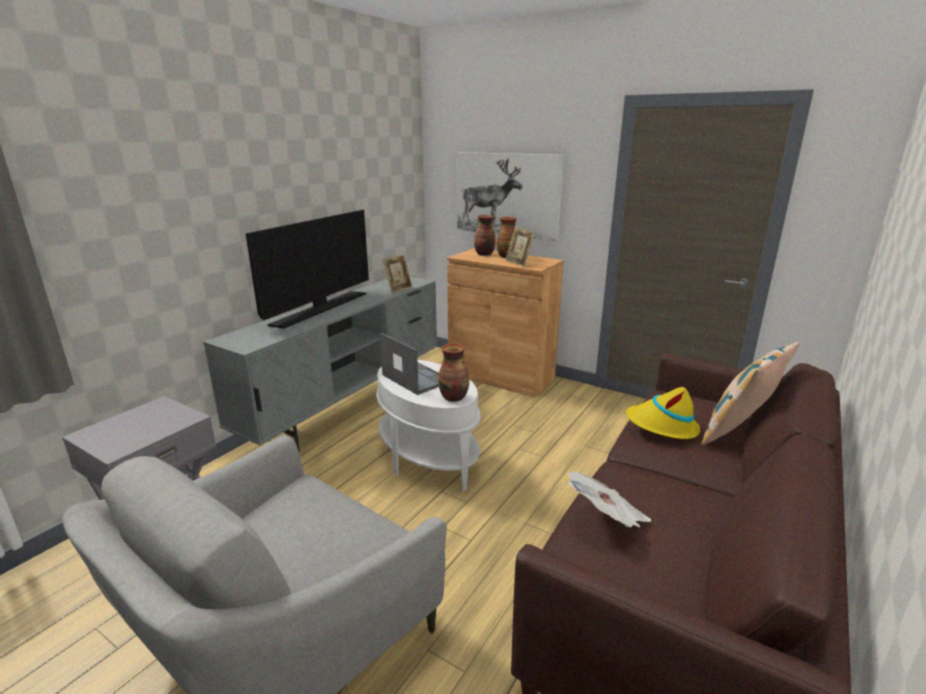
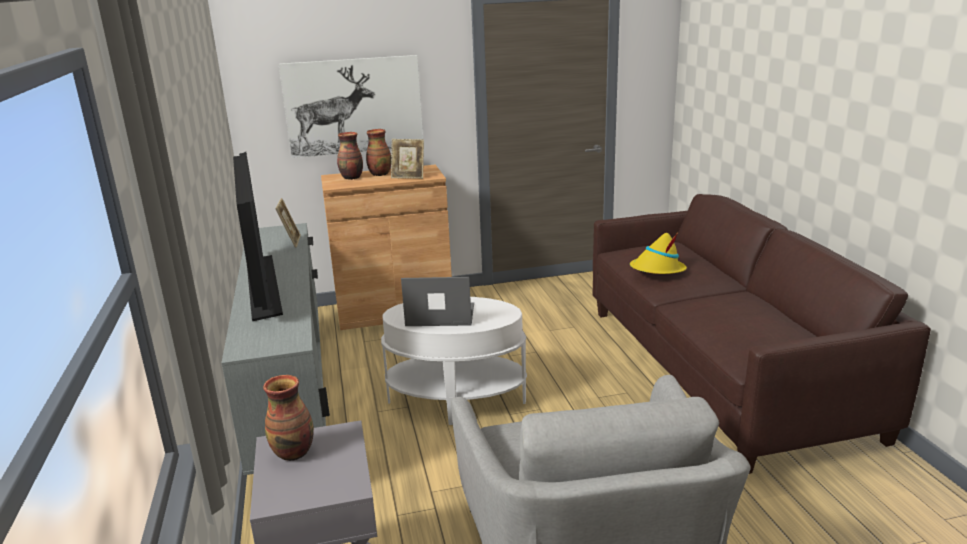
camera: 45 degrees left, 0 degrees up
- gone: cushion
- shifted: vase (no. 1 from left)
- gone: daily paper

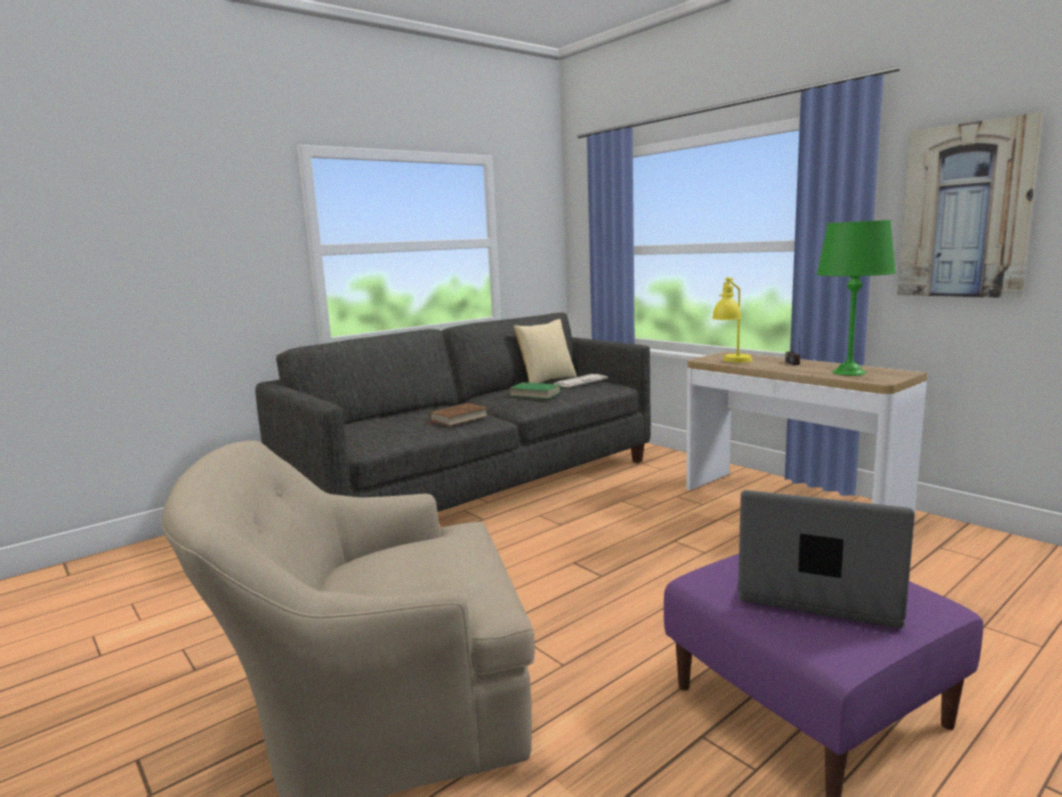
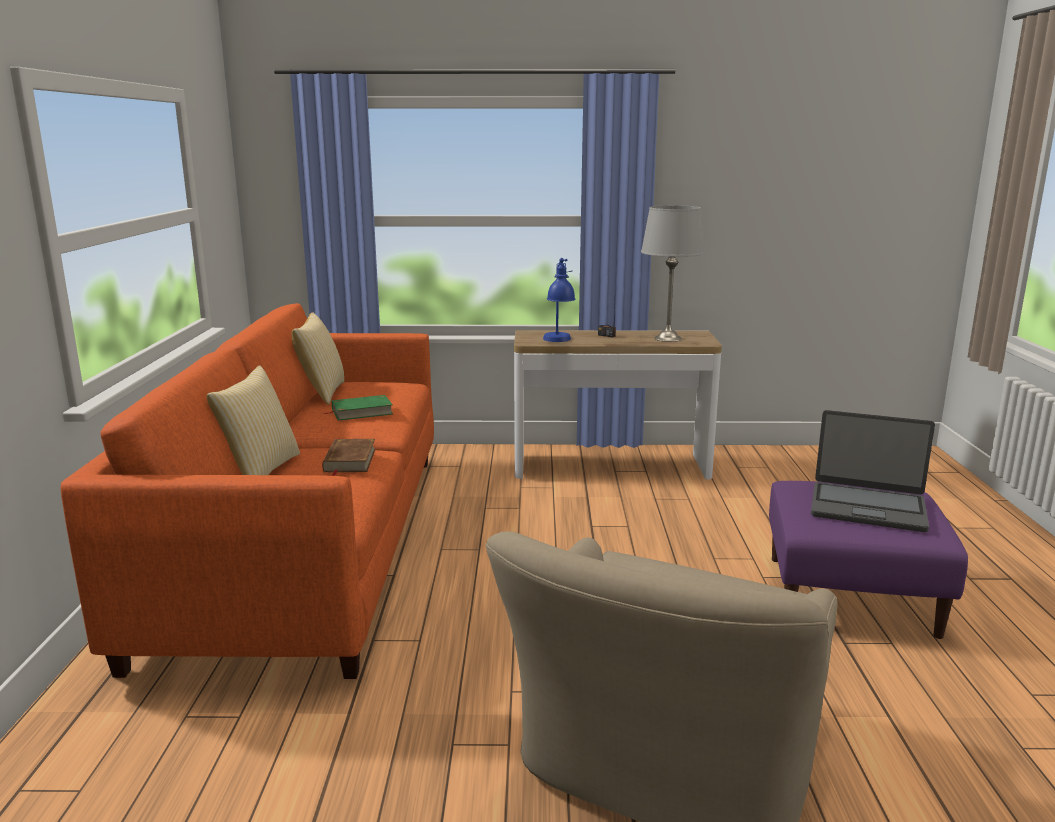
camera: 50 degrees left, 5 degrees up
- gone: picture
- repainted: lamp for a table in green to lamp for a table in gray
- repainted: lamp for a table in yellow-coloured to lamp for a table in blue-coloured
- repainted: settee in gray to settee in orangey
- gone: daily paper
- rotated: laptop 135 degrees counterclockwise
- new: cushion (no. 1 from left)

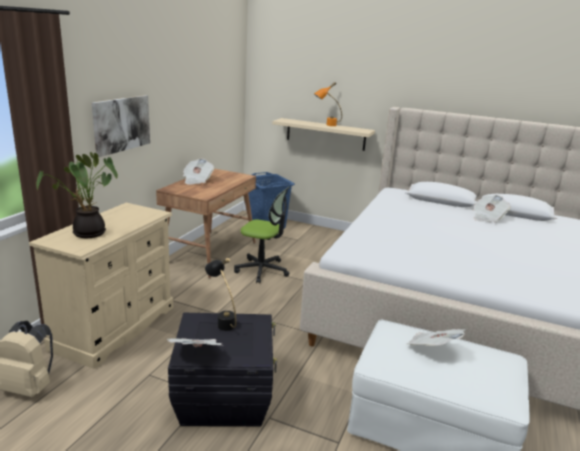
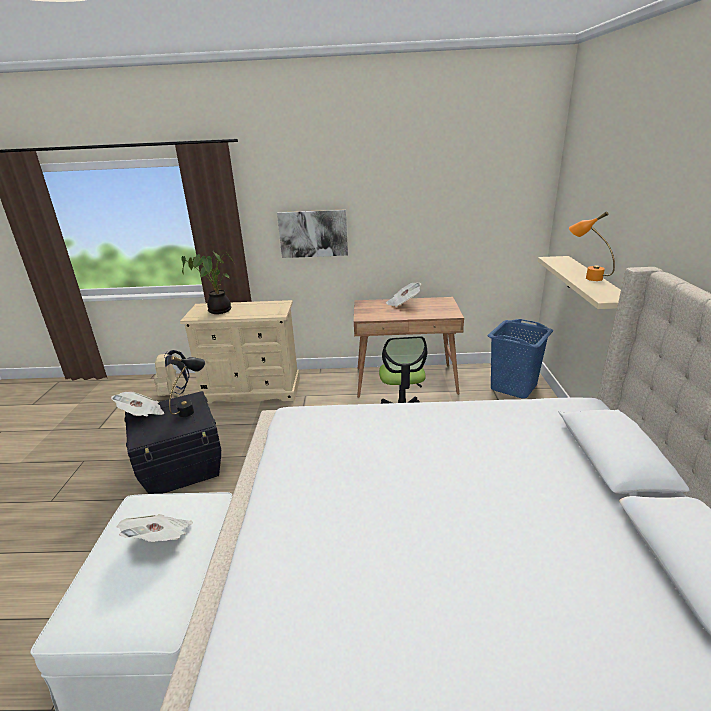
camera: 70 degrees right, 5 degrees up
- gone: daily paper (no. 4 from left)

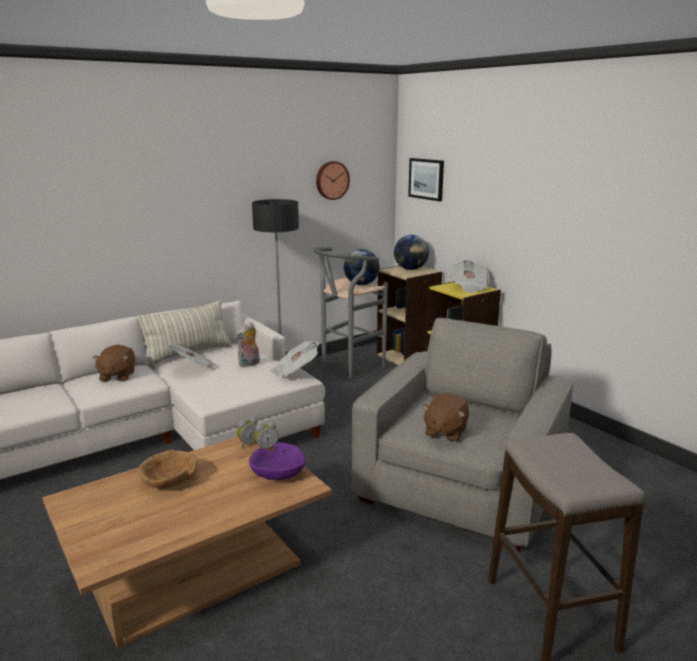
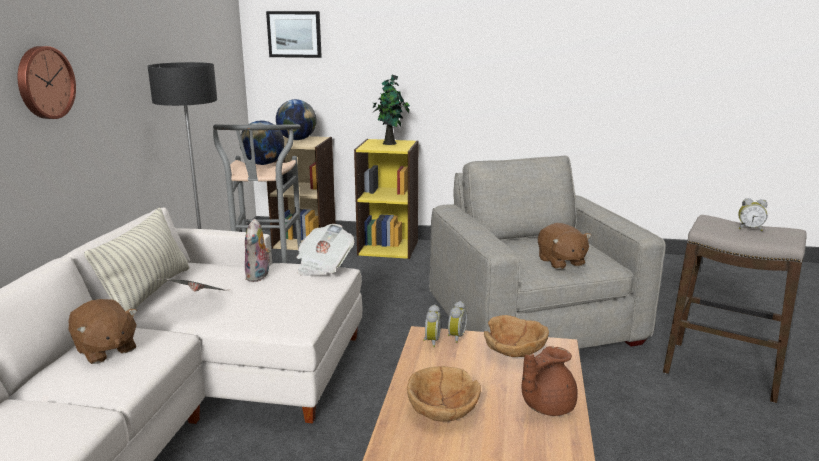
camera: 45 degrees left, 0 degrees up
- shifted: clock on the wall
- swapped: daily paper (no. 3 from left) to houseplant
- repainted: serving bowl in purple-coloured to serving bowl in brown (no. 2 from left)
- new: bedside clock (no. 3 from left)
- new: teapot in brown

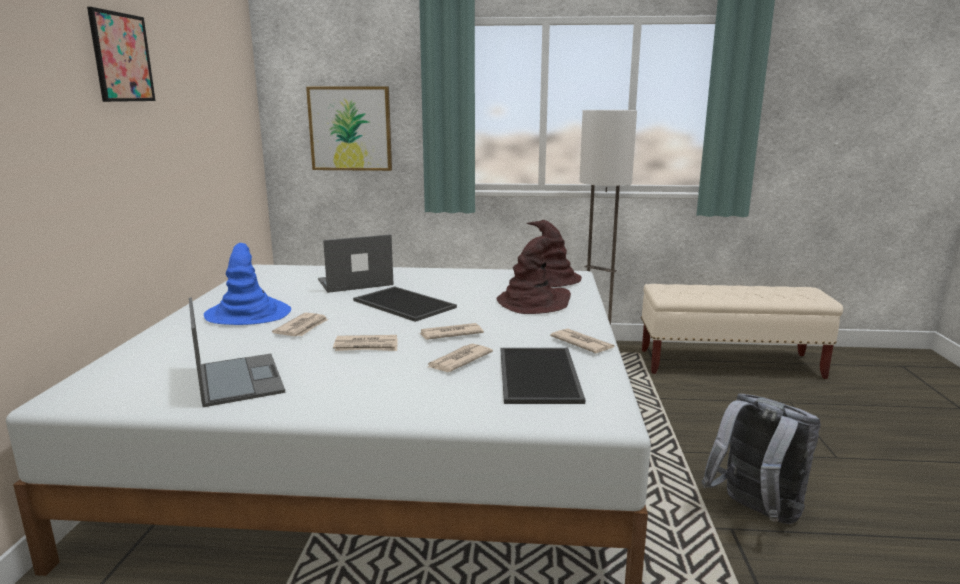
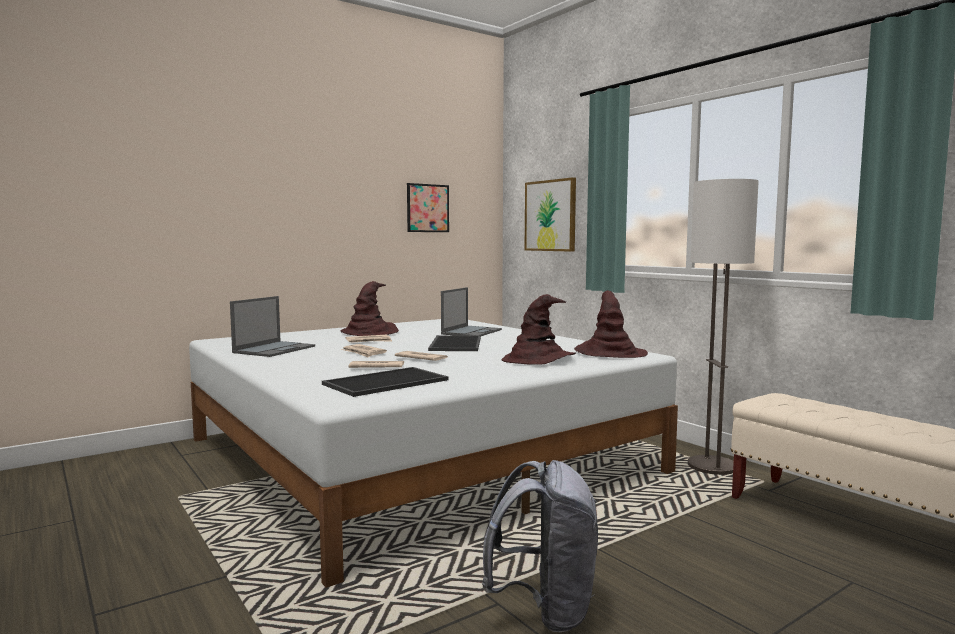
camera: 50 degrees right, 10 degrees down
- shifted: picture (no. 1 from left)
- rotated: laptop (no. 2 from left) 90 degrees clockwise
- repainted: clothing hat in blue-coloured to clothing hat in brown (no. 1 from left)
- gone: daily paper (no. 5 from left)

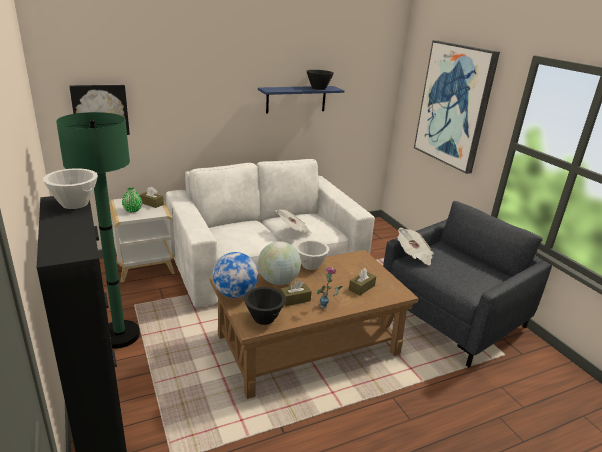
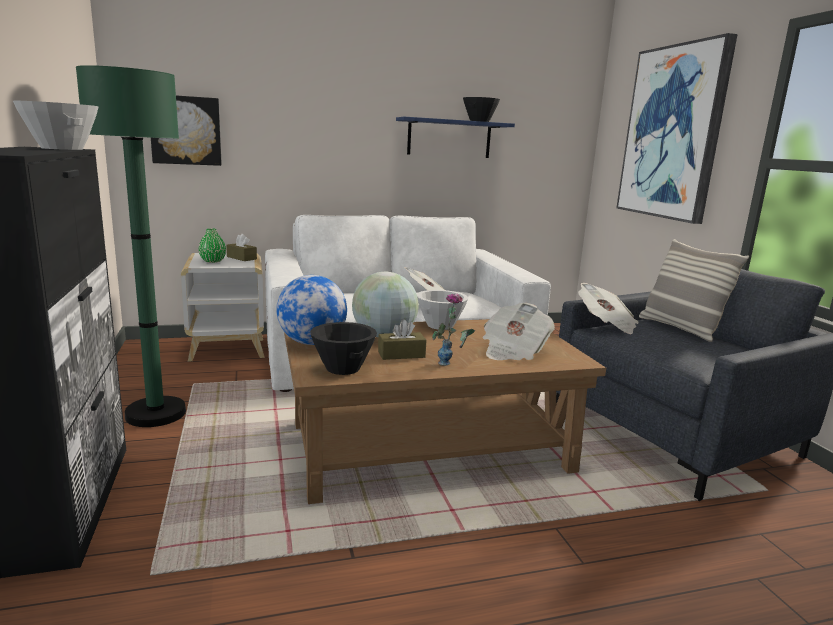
camera: 10 degrees right, 10 degrees down
- swapped: box of tissues in brown (no. 3 from left) to daily paper (no. 2 from left)
- new: cushion

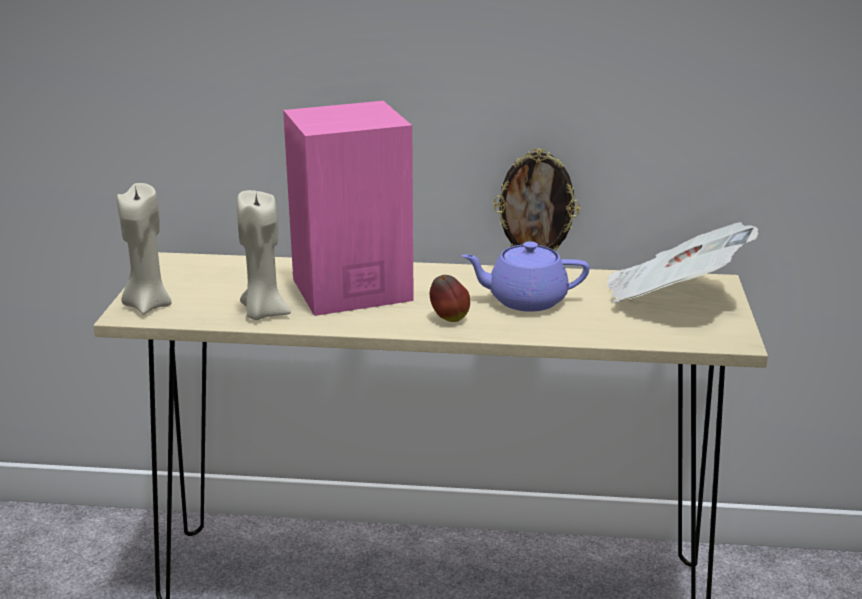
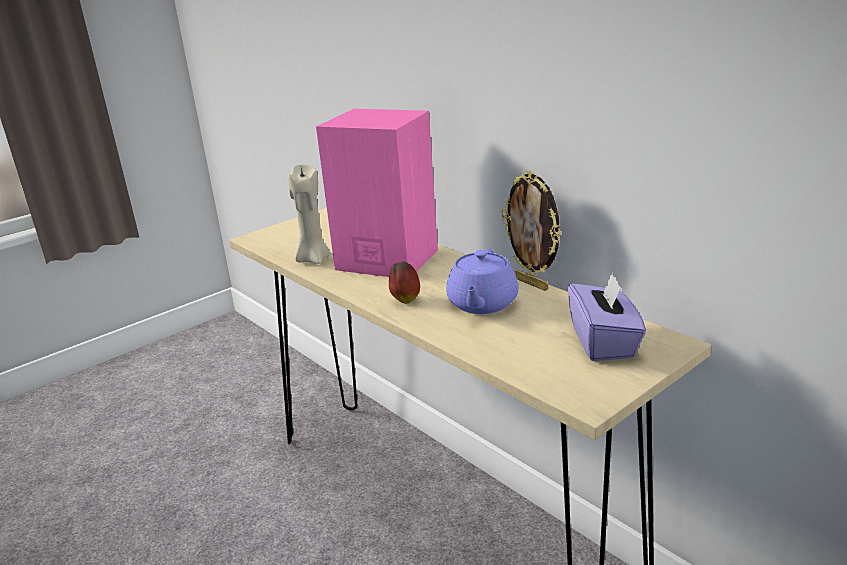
camera: 45 degrees right, 0 degrees up
- gone: candle in beige-coloured (no. 1 from left)
- swapped: daily paper to box of tissues in purple-coloured
- rotated: teapot in purple-coloured 120 degrees counterclockwise

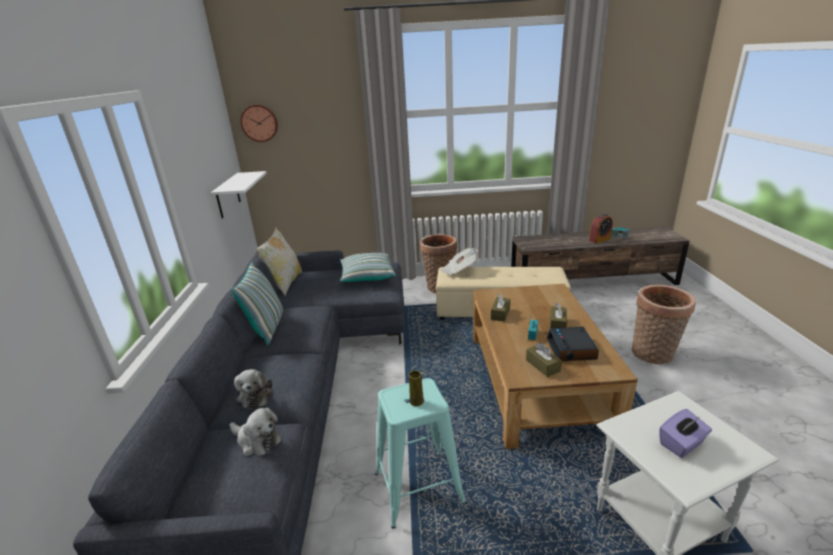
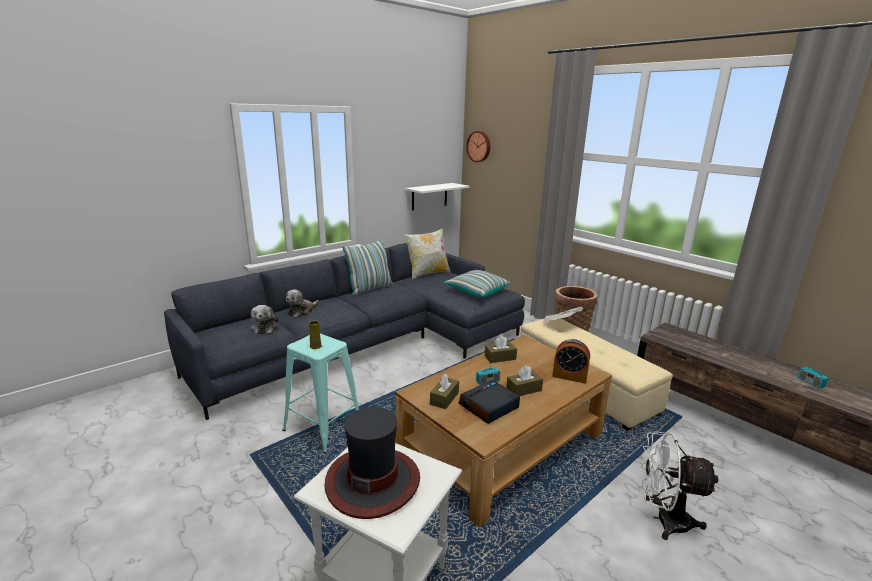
camera: 50 degrees right, 5 degrees down
- shifted: bedside clock (no. 2 from left)
- swapped: household basket (no. 2 from left) to fan in whitish
- swapped: box of tissues in purple-coloured to clothing hat

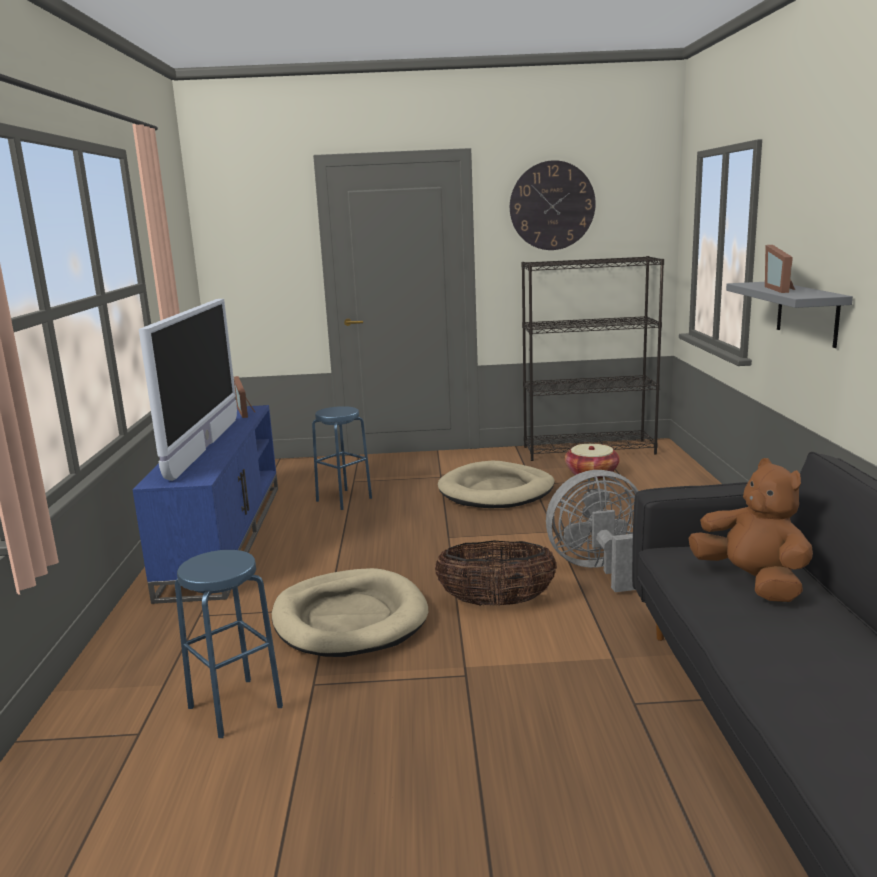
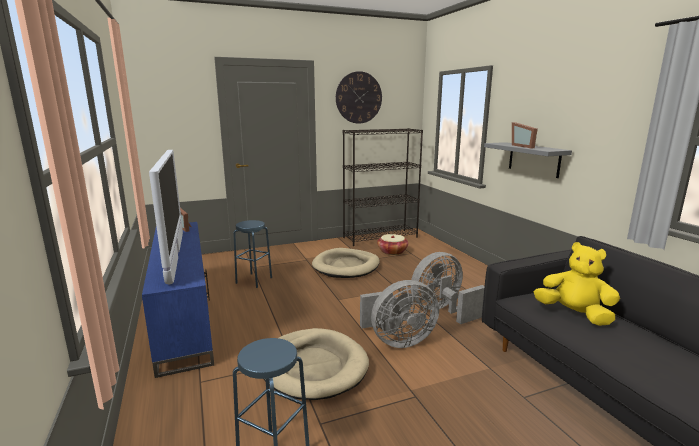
camera: 20 degrees left, 0 degrees up
- repainted: soft toy in brown to soft toy in yellow-coloured
- swapped: household basket (no. 1 from left) to fan in gray (no. 1 from left)

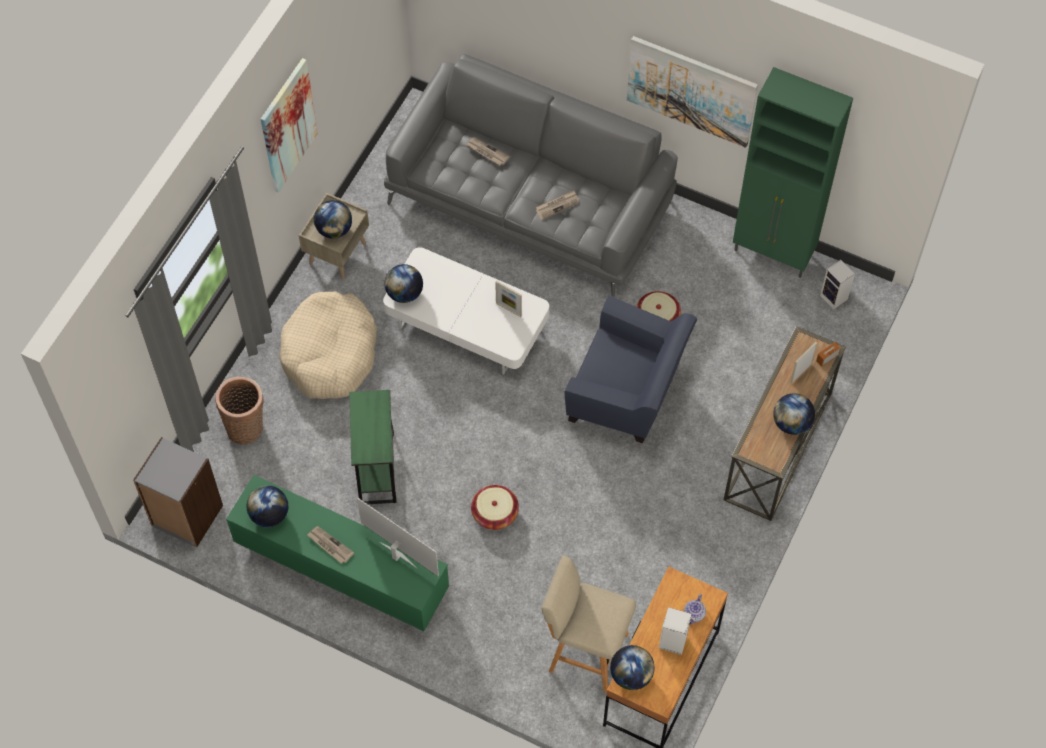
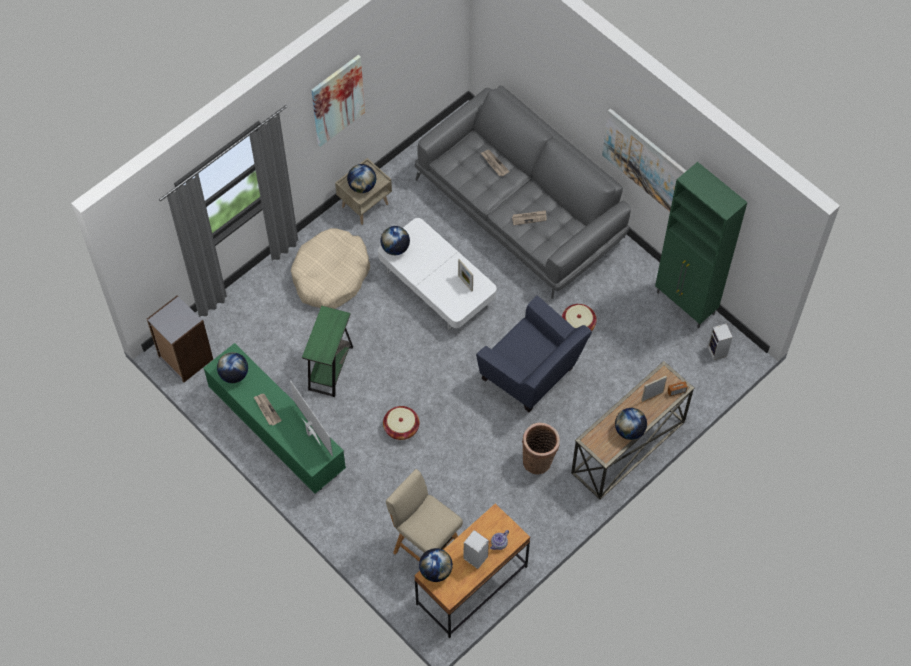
camera: 20 degrees right, 0 degrees up
- shifted: household basket (no. 1 from left in the first image) to household basket (no. 2 from left)

